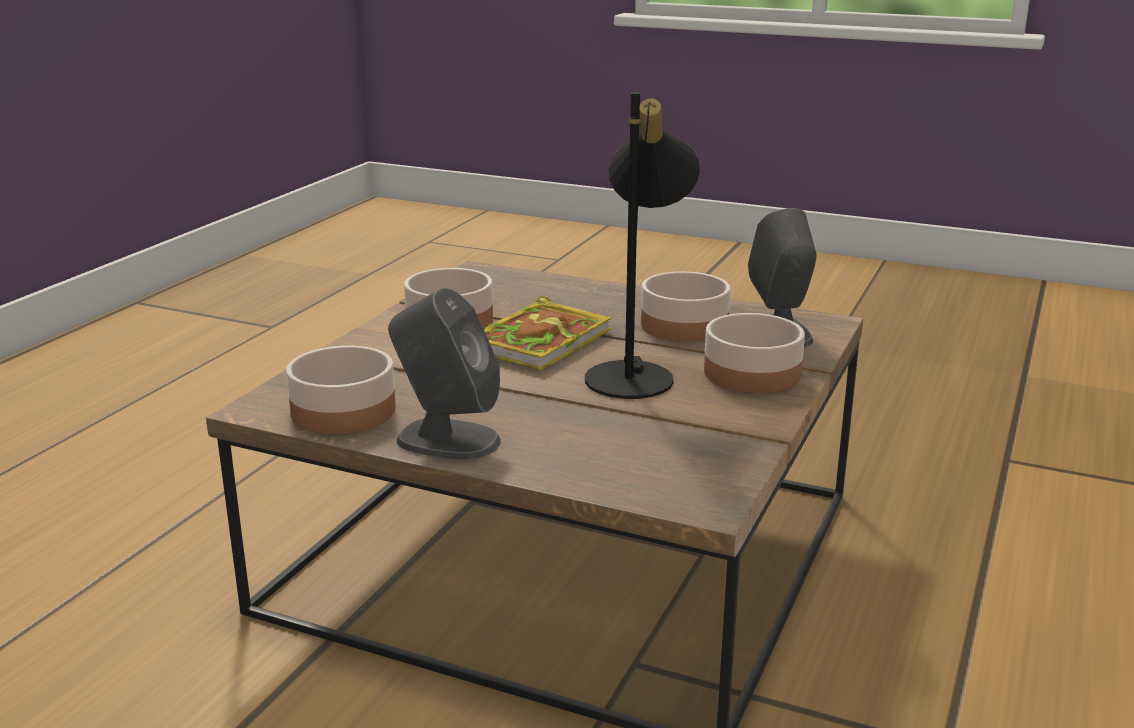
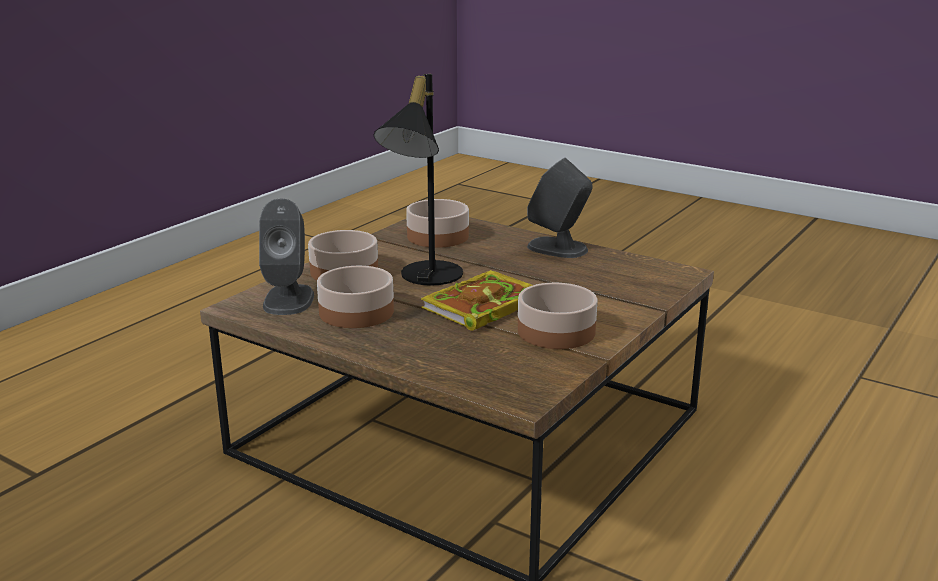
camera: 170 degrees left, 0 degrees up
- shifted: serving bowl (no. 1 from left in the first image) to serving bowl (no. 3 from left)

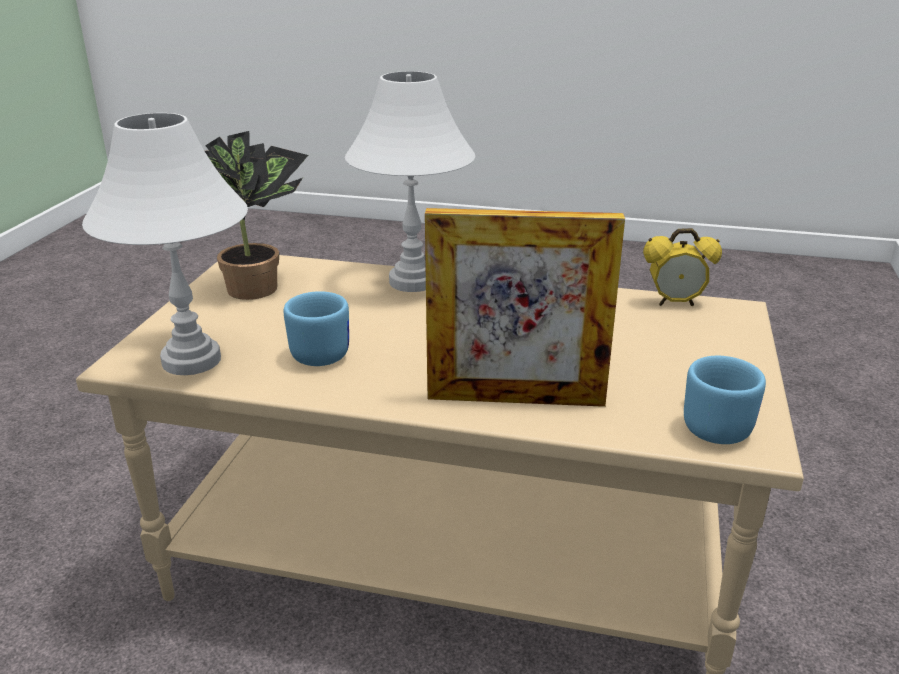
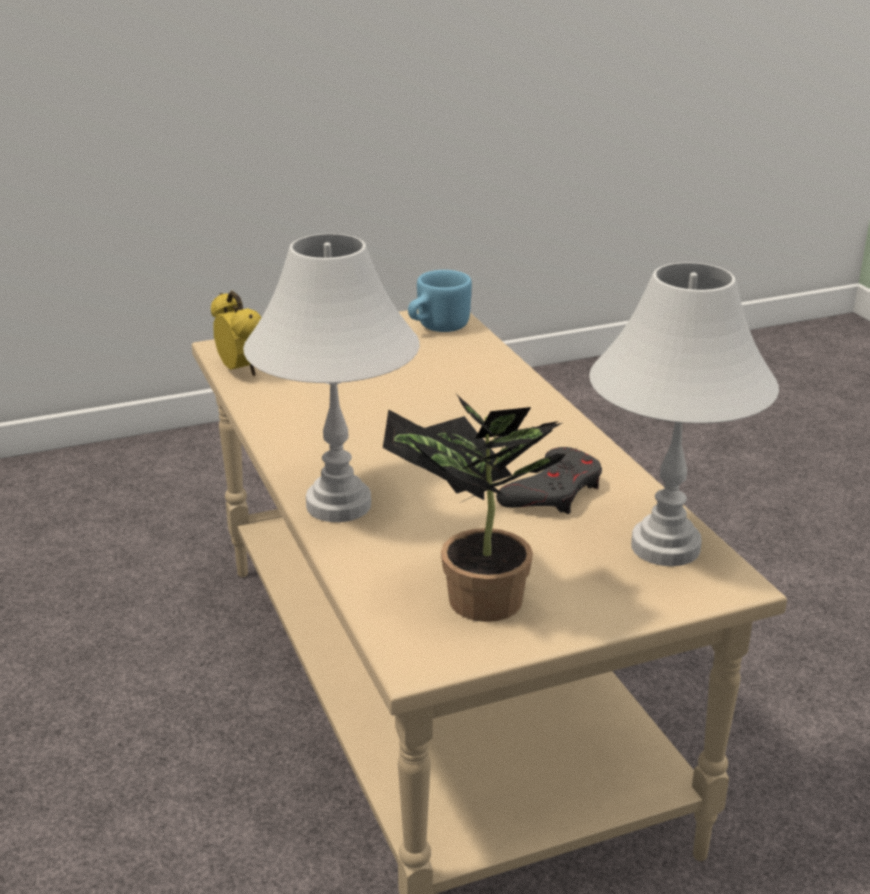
camera: 125 degrees left, 0 degrees up
- gone: picture frame
- swapped: mug in blue-coloured (no. 1 from left) to joypad in gray

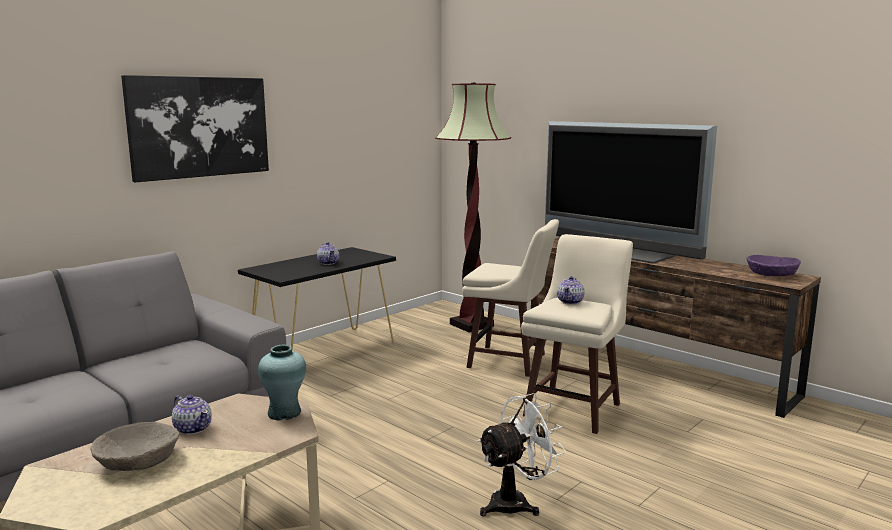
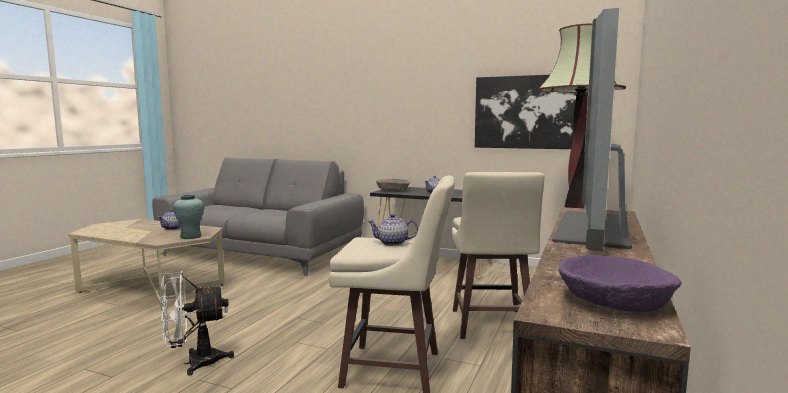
camera: 70 degrees right, 5 degrees down
- shifted: picture
- rotated: fan in whitish 120 degrees clockwise
- shifted: serving bowl in beige-coloured

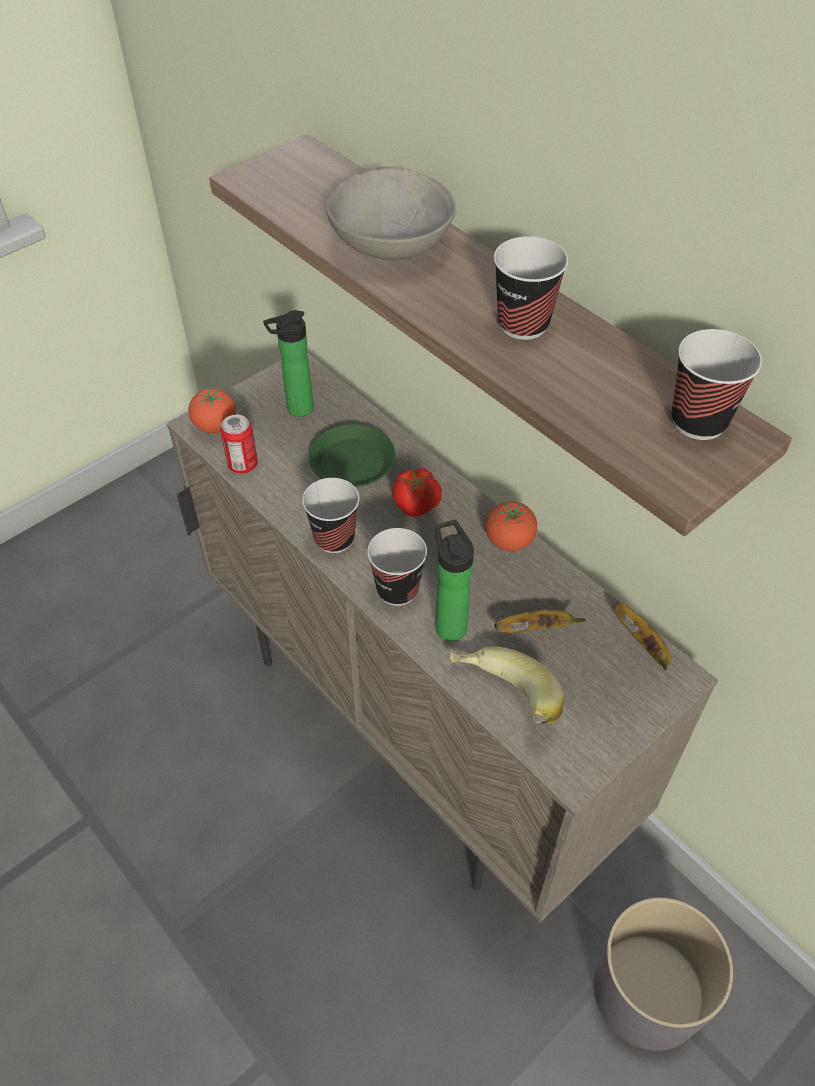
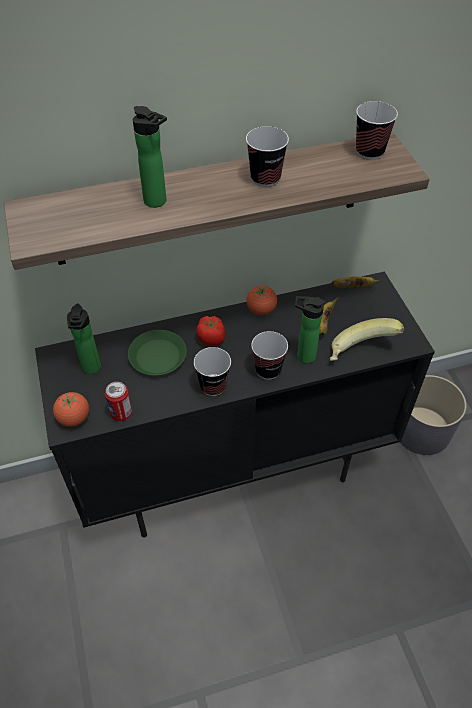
camera: 65 degrees left, 0 degrees up
- swapped: serving bowl in gray to bottle (no. 2 from left)
- repainted: cabinet in beige-coloured to cabinet in blackish

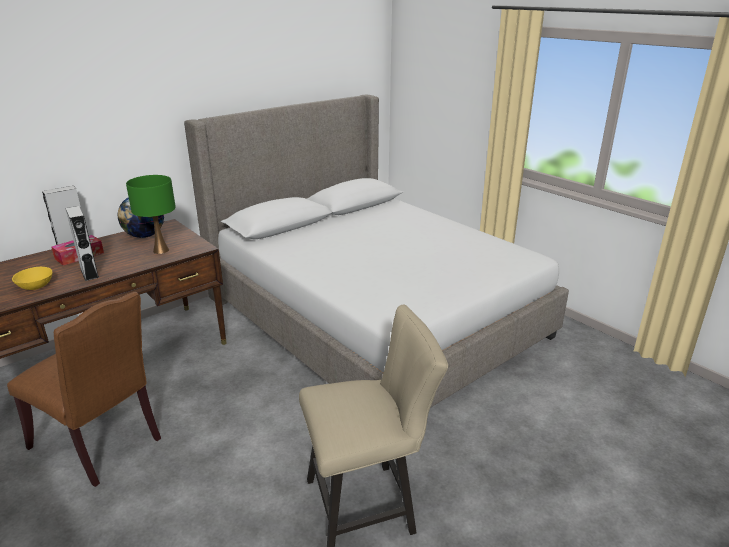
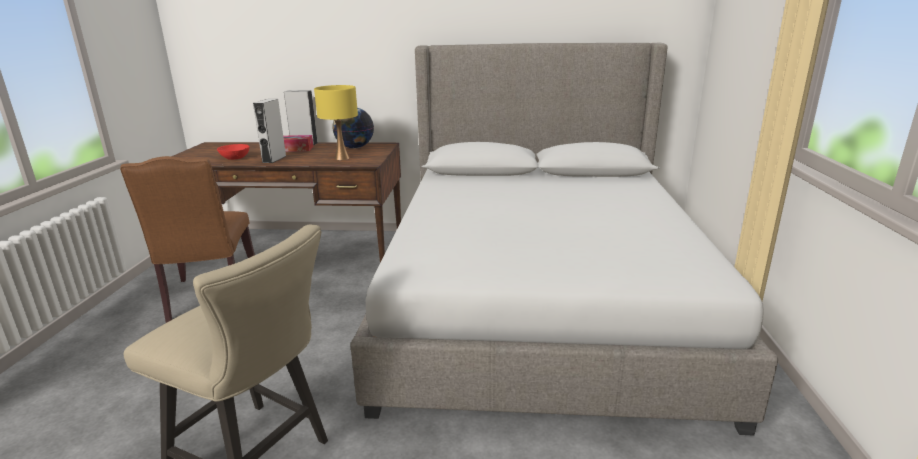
camera: 45 degrees right, 5 degrees down
- repainted: lamp for a table in green to lamp for a table in yellow-coloured
- repainted: serving bowl in yellow-coloured to serving bowl in reddish

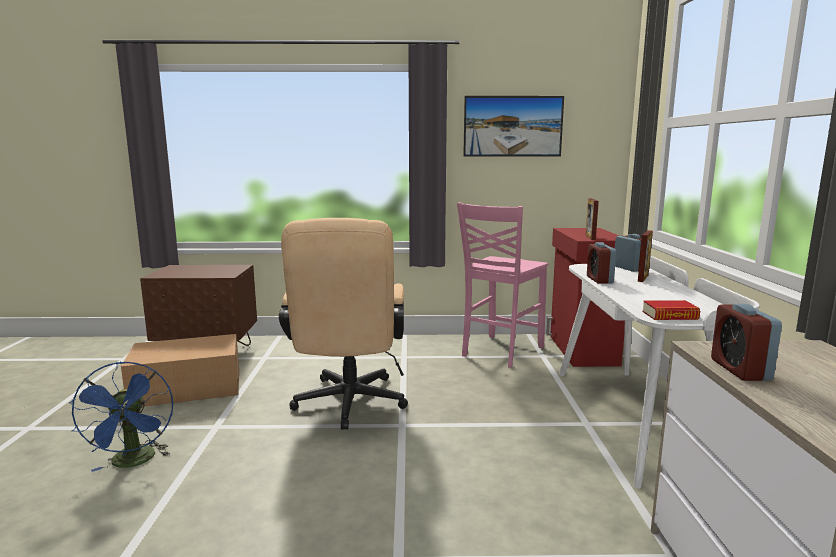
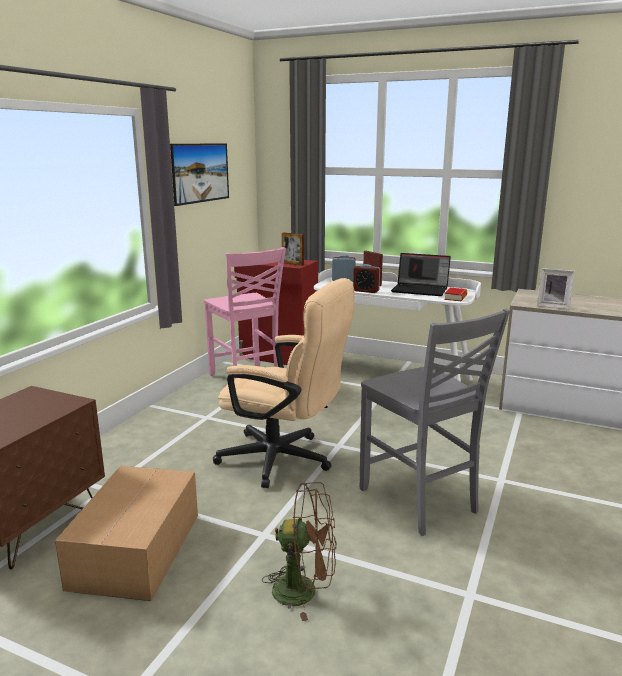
camera: 65 degrees left, 5 degrees up
- swapped: bedside clock (no. 3 from left) to picture frame (no. 3 from left)
- repainted: fan in blue-coloured to fan in brown
- new: laptop
- new: plain chair in gray

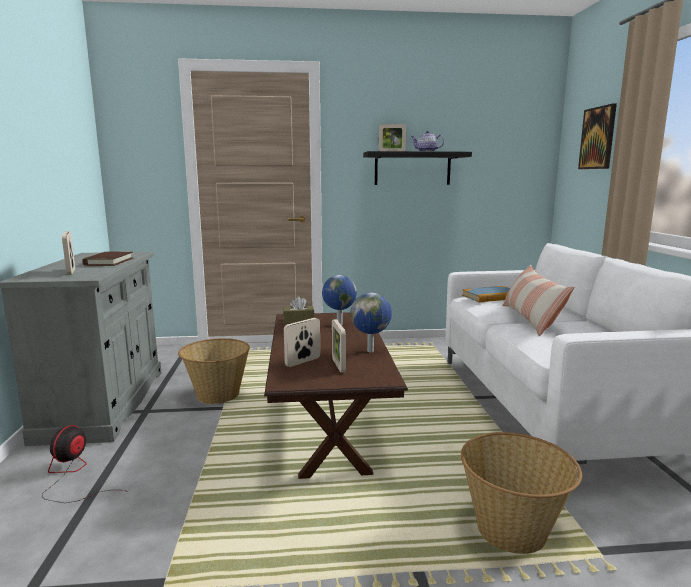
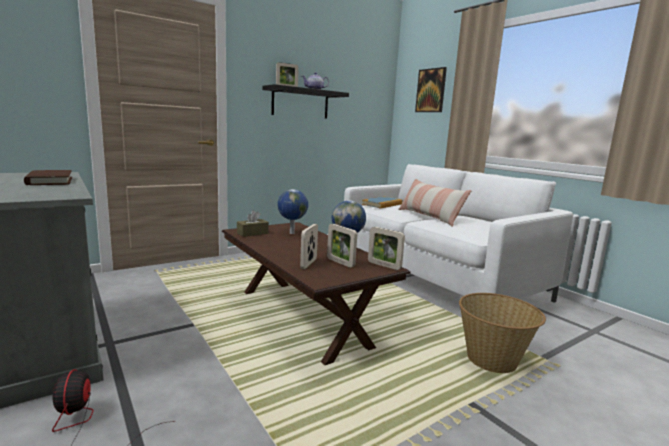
camera: 30 degrees left, 0 degrees up
- shifted: picture frame (no. 1 from left in the first image) to picture frame (no. 4 from left)
- gone: household basket (no. 1 from left)

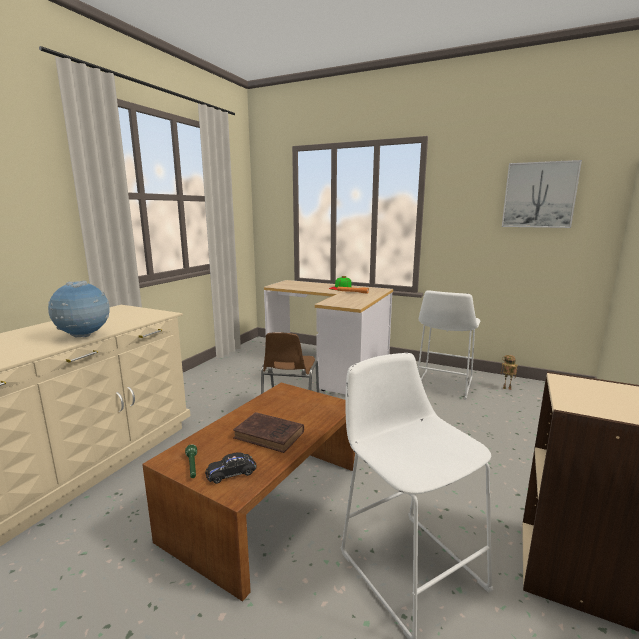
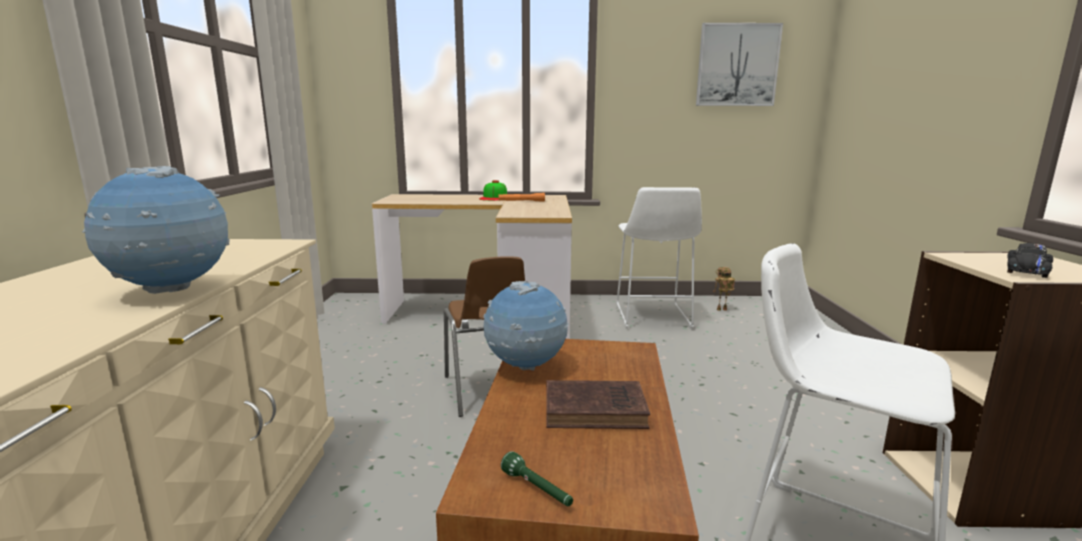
camera: 25 degrees left, 0 degrees up
- shifted: miniature car in blackish
- new: globe (no. 2 from left)

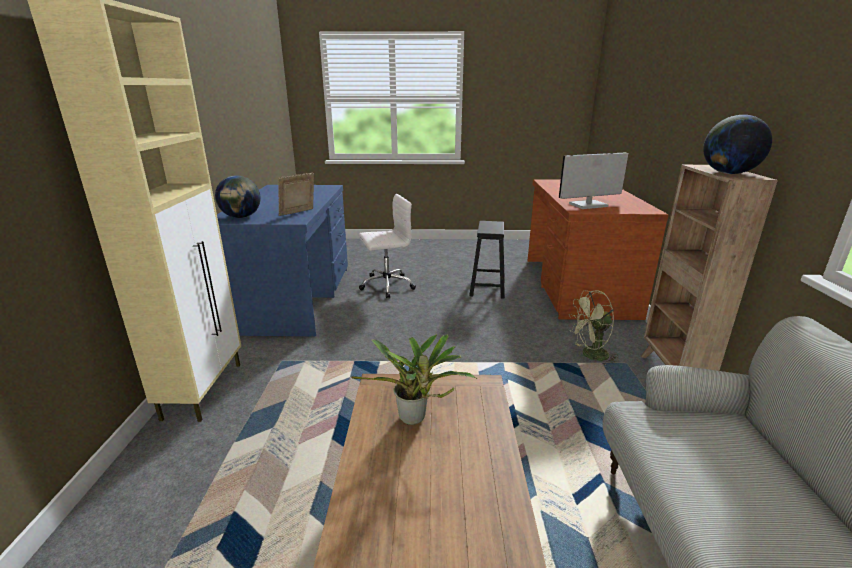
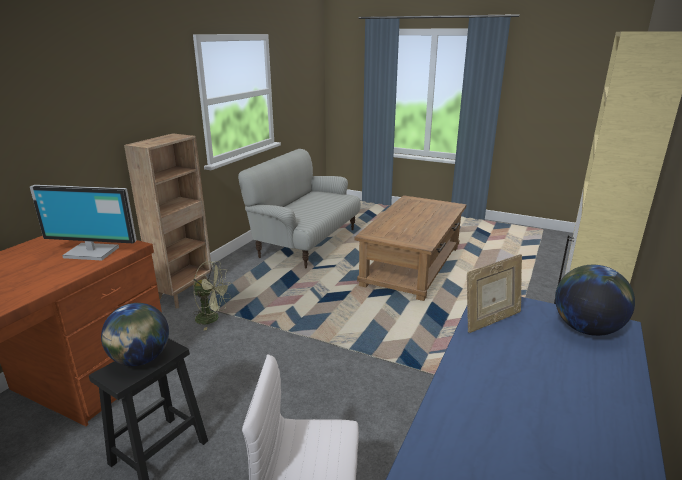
camera: 155 degrees left, 0 degrees up
- shifted: globe (no. 2 from left in the first image) to globe (no. 1 from left)
- gone: houseplant

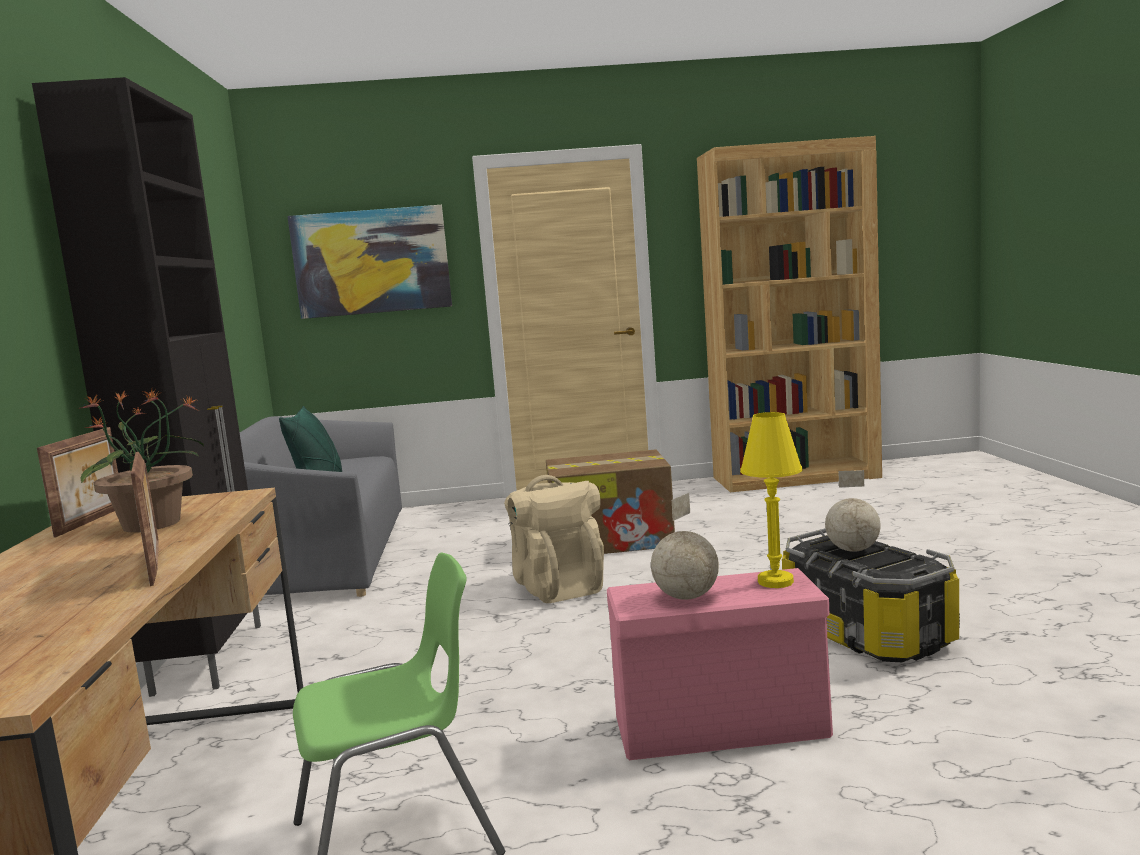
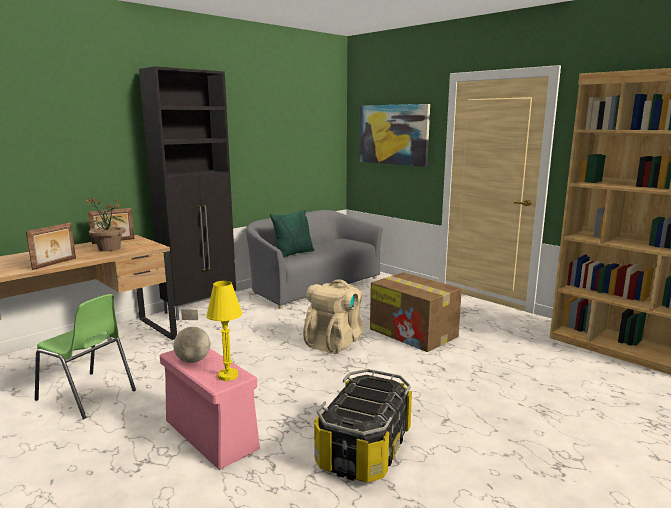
camera: 50 degrees right, 5 degrees up
- gone: globe (no. 2 from left)

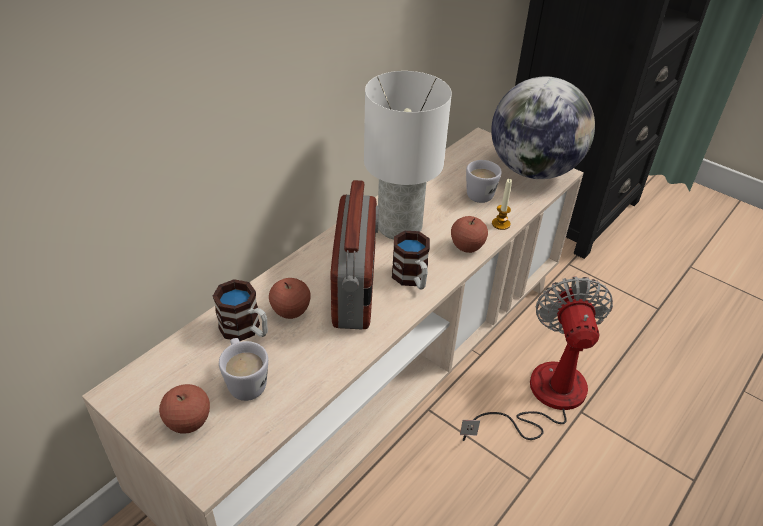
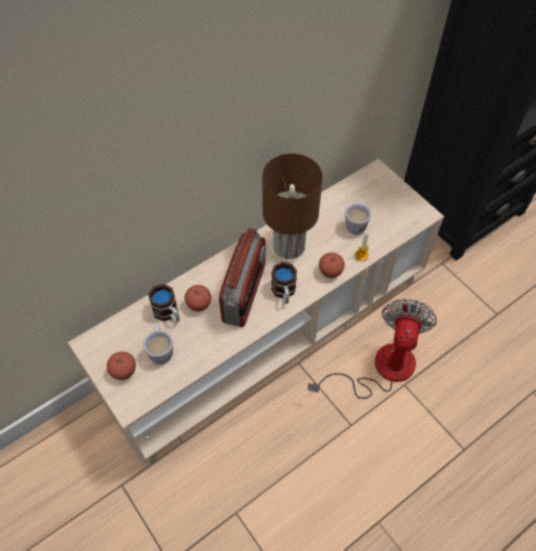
camera: 15 degrees right, 15 degrees up
- repainted: lamp for a table in whitish to lamp for a table in brown
- gone: globe

